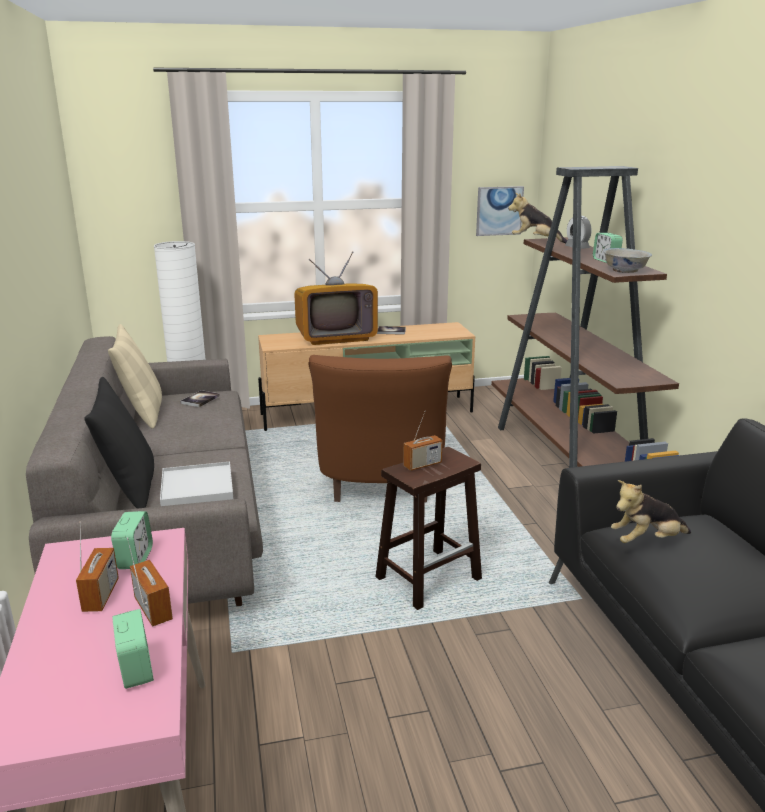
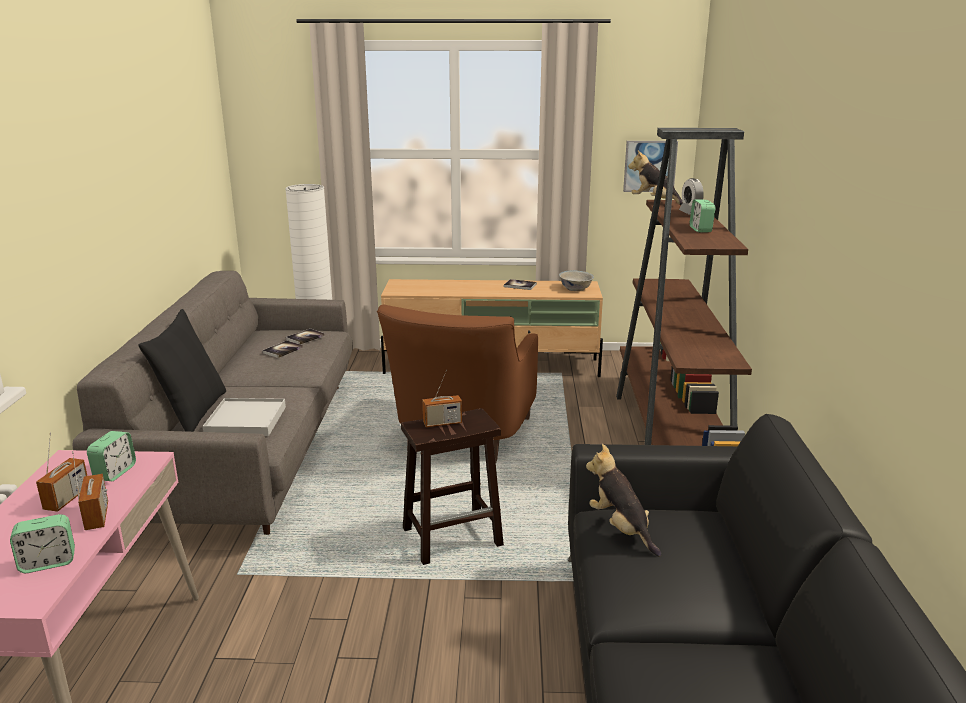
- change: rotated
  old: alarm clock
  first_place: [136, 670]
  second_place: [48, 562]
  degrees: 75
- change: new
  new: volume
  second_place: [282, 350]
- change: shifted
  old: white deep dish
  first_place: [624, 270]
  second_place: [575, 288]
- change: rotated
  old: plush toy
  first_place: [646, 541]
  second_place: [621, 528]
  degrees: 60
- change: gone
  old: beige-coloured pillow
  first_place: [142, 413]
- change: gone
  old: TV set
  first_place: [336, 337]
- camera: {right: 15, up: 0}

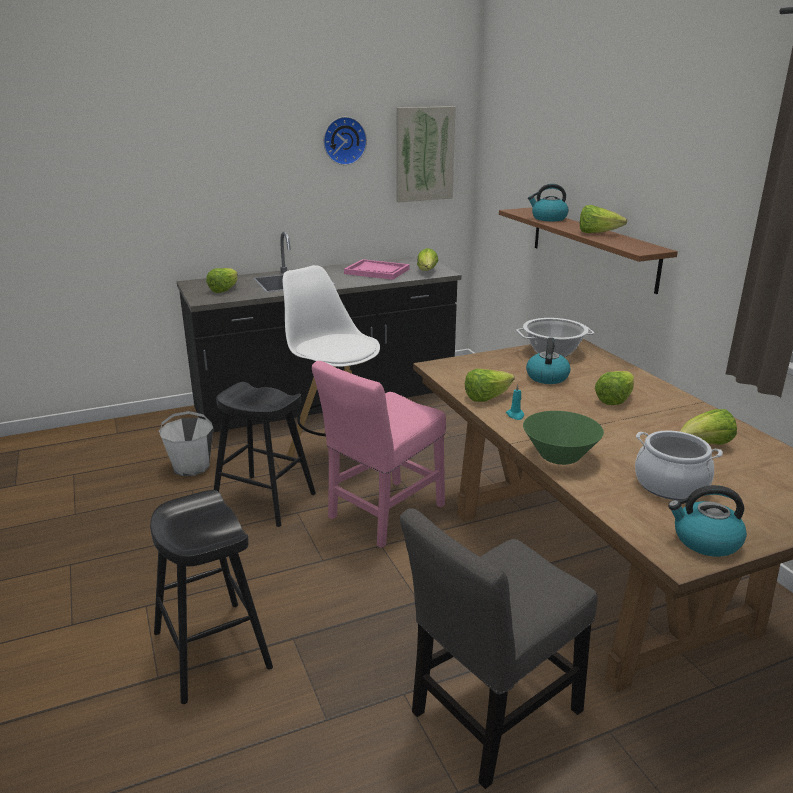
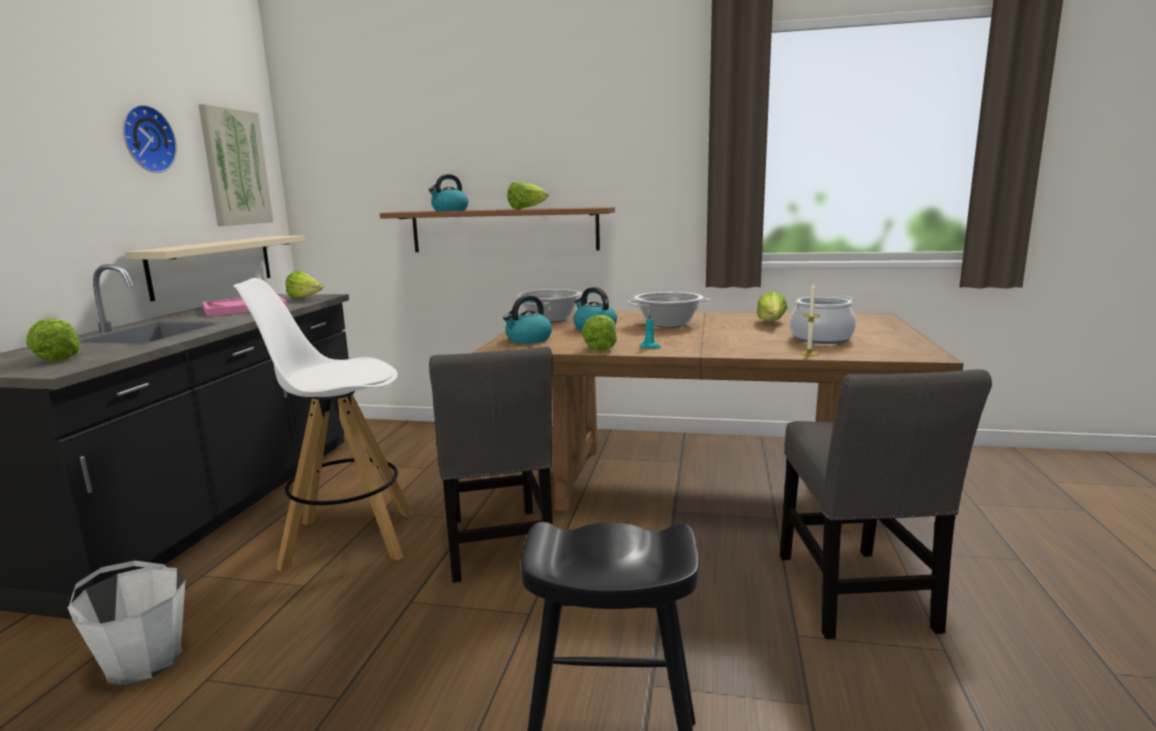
- change: new
  new: beige-coloured wall shelf
  second_place: [213, 265]
- change: repainted
  old: pinkish upright chair
  new: grey upright chair
  first_place: [383, 514]
  second_place: [498, 547]
- change: shifted
  old: tea kettle
  first_place: [705, 541]
  second_place: [528, 339]
- change: swapped
  old: lettuce head
  new: stockpot
  first_place: [614, 399]
  second_place: [667, 324]
- change: new
  new: candle
  second_place: [809, 353]
- change: gone
  old: black-coloured sitting stool
  first_place: [264, 500]
- change: gone
  old: green-coloured deep dish
  first_place: [559, 457]
- camera: {right: -55, up: -10}

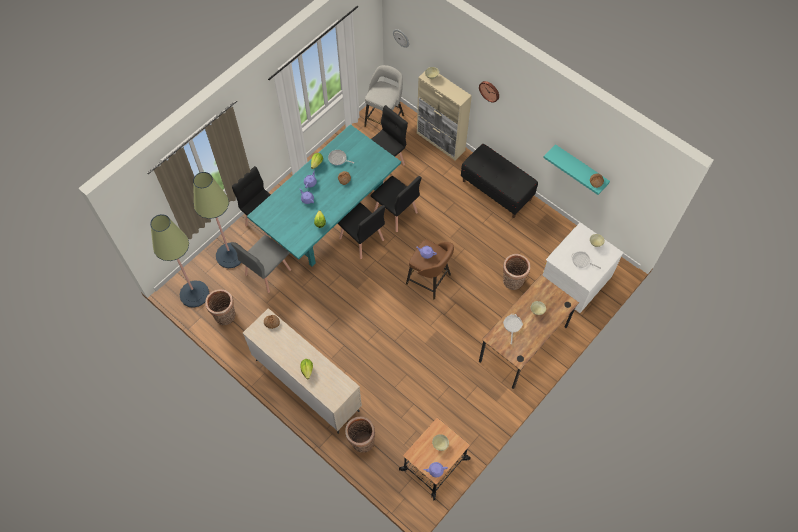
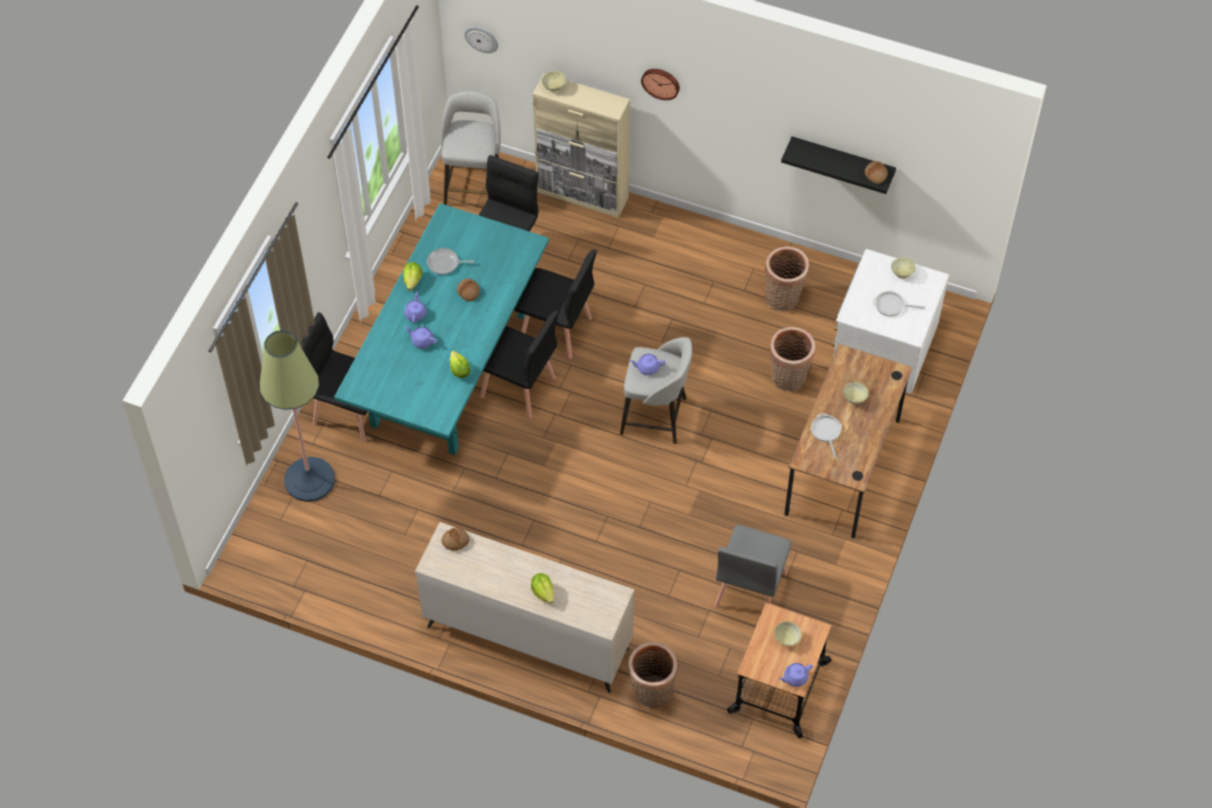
- change: repainted
  old: brownish sitting stool
  new: grey sitting stool
  first_place: [429, 280]
  second_place: [655, 416]
- change: shifted
  old: grey upright chair
  first_place: [267, 272]
  second_place: [749, 590]
- change: shifted
  old: storage basket
  first_place: [225, 317]
  second_place: [783, 299]
- change: repainted
  old: turquoise-coloured wall shelf
  new: black-coloured wall shelf
  first_place: [580, 167]
  second_place: [842, 161]
- change: gone
  old: standing lamp
  first_place: [194, 294]
- change: gone
  old: black-coloured bench
  first_place: [497, 190]
- camera: {right: -20, up: -5}

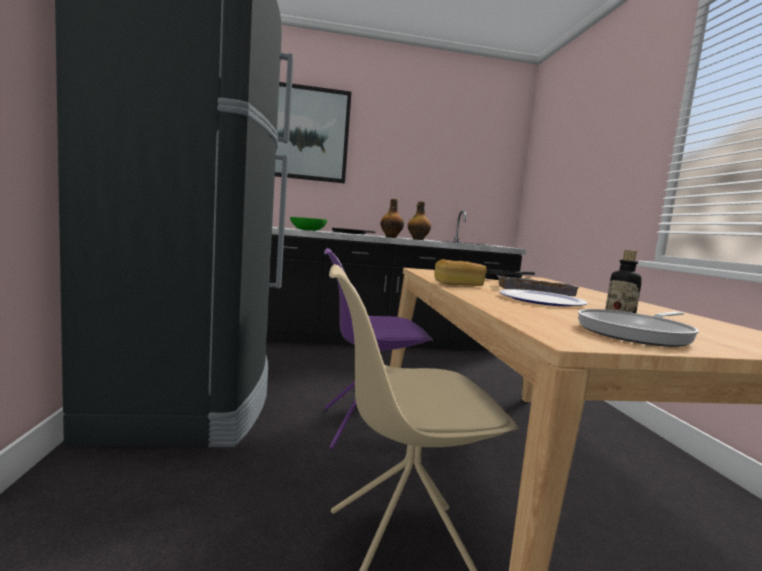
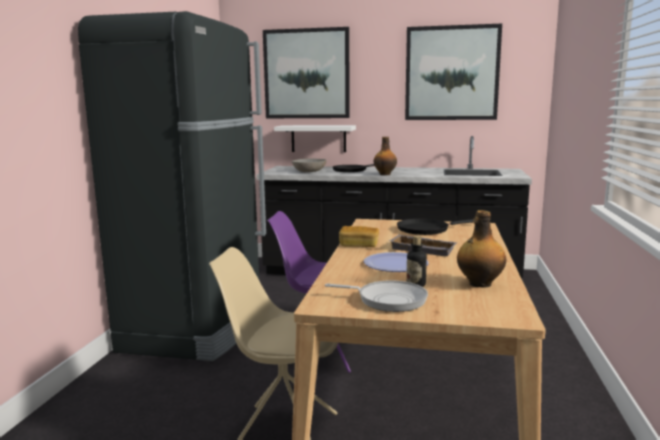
- change: new
  new: white wall shelf
  second_place: [318, 138]
- change: repainted
  old: green-coloured deep dish
  new: grey deep dish
  first_place: [308, 230]
  second_place: [309, 171]
- change: rotated
  old: frying pan
  first_place: [636, 333]
  second_place: [388, 300]
  degrees: -150
- change: new
  new: wall picture
  second_place: [451, 73]
- change: shifted
  old: beverage bottle
  first_place: [417, 239]
  second_place: [479, 284]
- camera: {right: 20, up: 5}

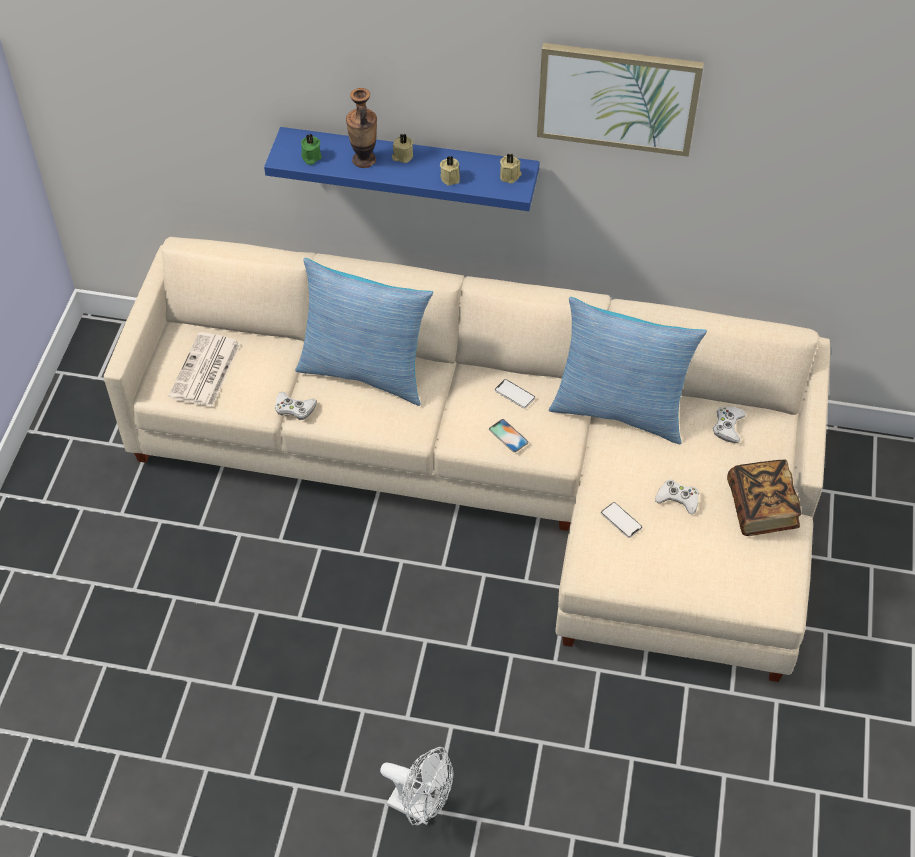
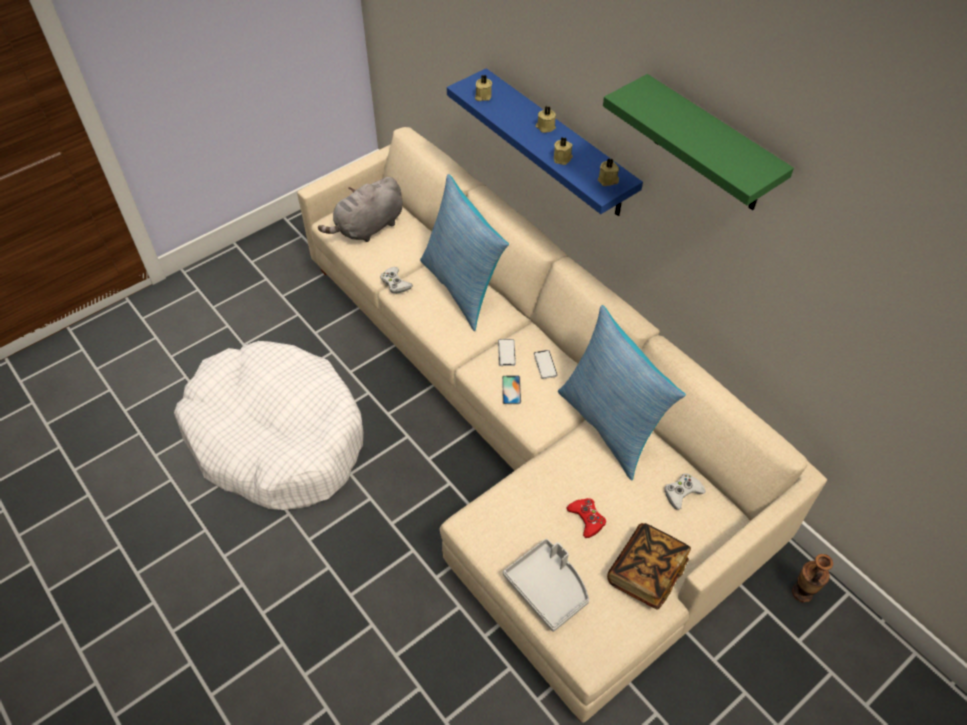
- change: new
  new: white dog cushion
  second_place: [277, 437]
- change: swapped
  old: daily paper
  new: grey plush toy
  first_place: [205, 371]
  second_place: [368, 228]
- change: repainted
  old: green-coloured candle
  new: beige-coloured candle
  first_place: [311, 157]
  second_place: [482, 96]
- change: shifted
  old: handset
  first_place: [621, 520]
  second_place: [506, 353]
- change: new
  new: grey tray
  second_place: [548, 588]
- change: repainted
  old: white game controller
  new: red game controller
  first_place: [678, 499]
  second_place: [587, 518]
- change: swapped
  old: wall picture
  new: green-coloured wall shelf
  first_place: [618, 98]
  second_place: [709, 147]
- change: shifted
  old: vase
  first_place: [364, 160]
  second_place: [802, 592]
- change: gone
  old: white cooling fan
  first_place: [420, 807]
- camera: {right: 40, up: 0}

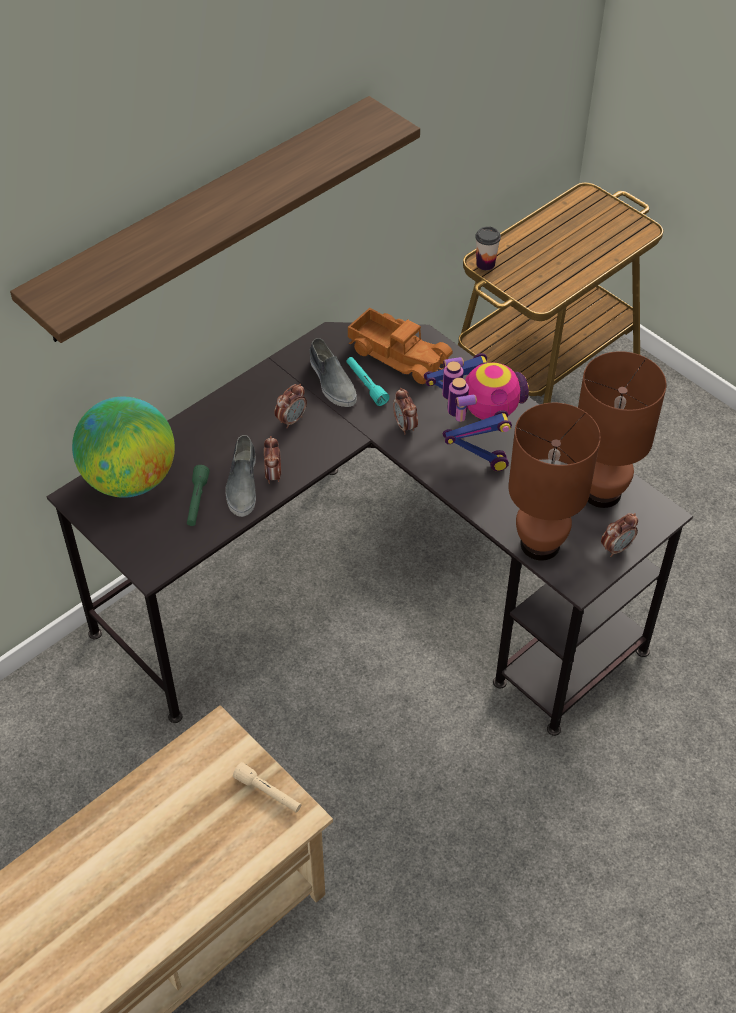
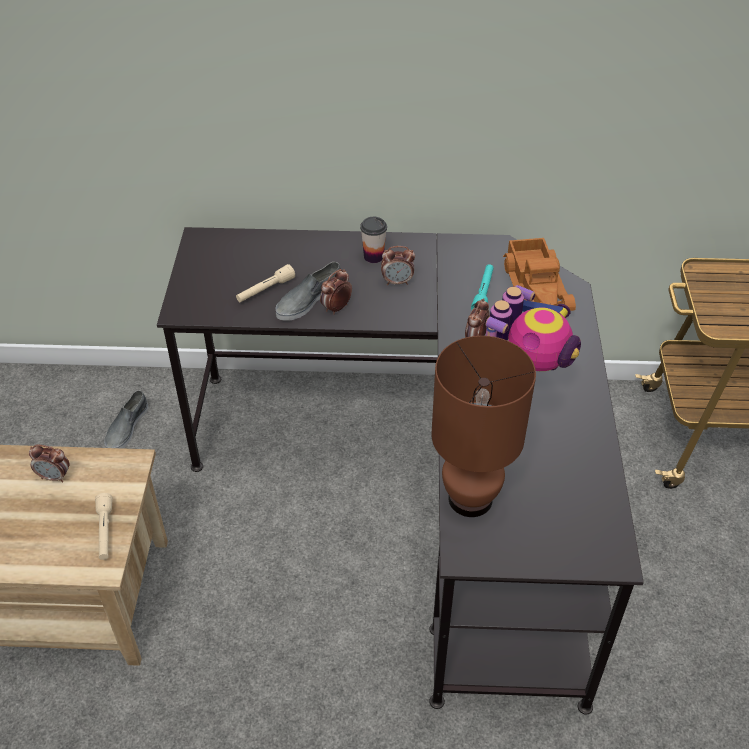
- change: shifted
  old: alarm clock
  first_place: [616, 548]
  second_place: [55, 477]
- change: shifted
  old: grey item of footwear
  first_place: [331, 381]
  second_place: [126, 427]
- change: repainted
  old: green-coloured torch
  new: beige-coloured torch
  first_place: [197, 501]
  second_place: [265, 290]
- change: shifted
  old: small cup
  first_place: [485, 264]
  second_place: [373, 257]
- change: gone
  old: wall shelf
  first_place: [205, 219]
- change: gone
  old: globe
  first_place: [130, 479]
- change: gone
  old: brownish lamp for a table
  first_place: [601, 492]
- camera: {right: 45, up: -5}

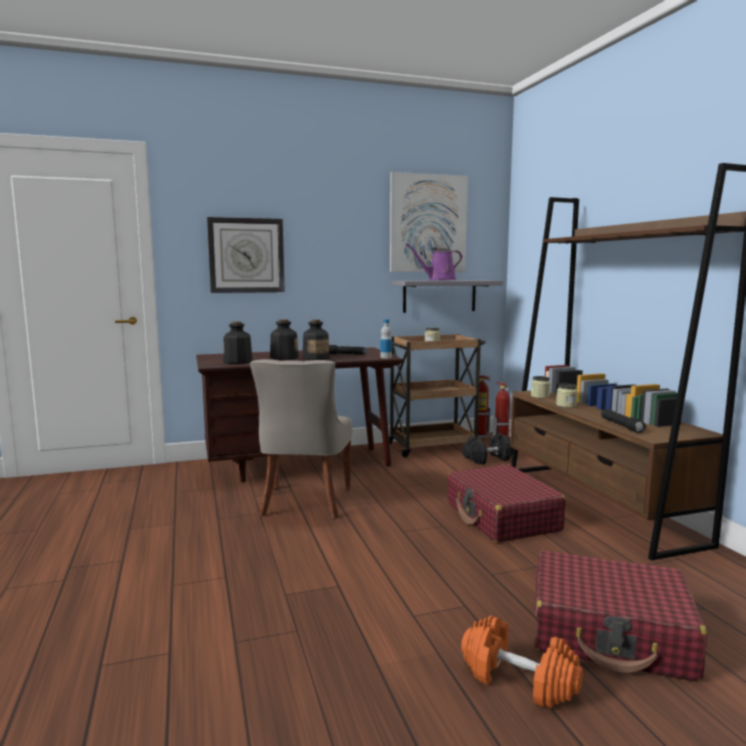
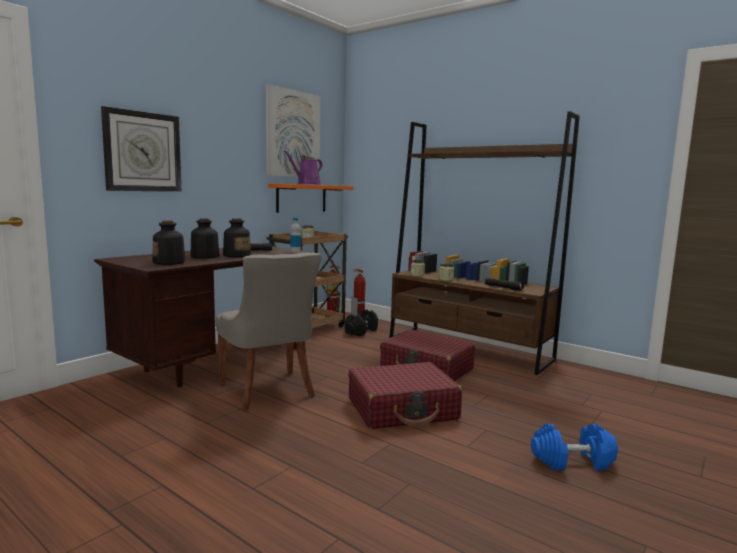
- change: repainted
  old: grey wall shelf
  new: orangey wall shelf
  first_place: [439, 296]
  second_place: [301, 198]
- change: shifted
  old: red travel case
  first_place: [610, 633]
  second_place: [402, 409]
- change: repainted
  old: orangey dumbbell
  new: bluish dumbbell
  first_place: [518, 680]
  second_place: [572, 461]
- camera: {right: -35, up: 0}

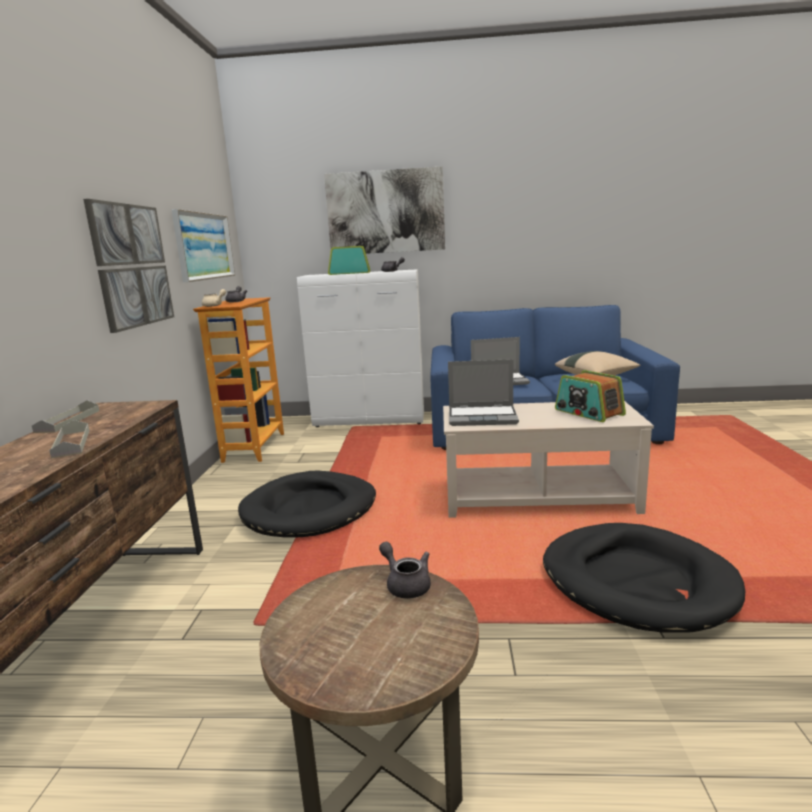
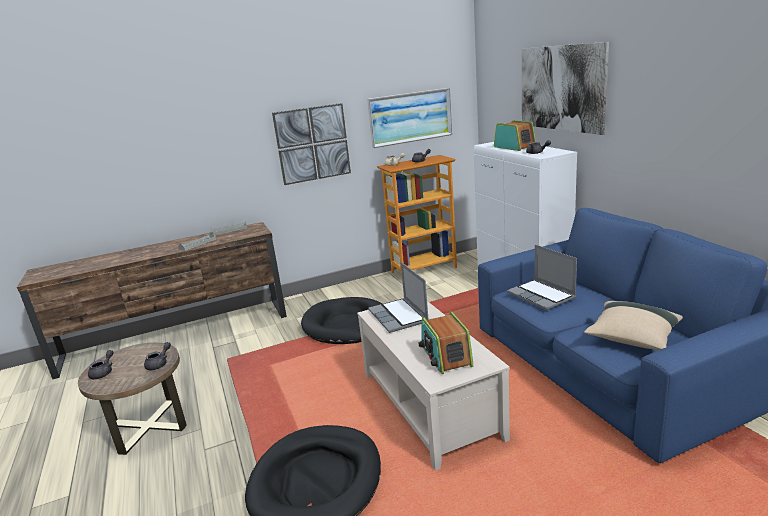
- change: new
  new: grey teapot
  second_place: [104, 372]
- change: rotated
  old: radio
  first_place: [588, 412]
  second_place: [445, 356]
  degrees: -45
- camera: {right: 65, up: 5}

